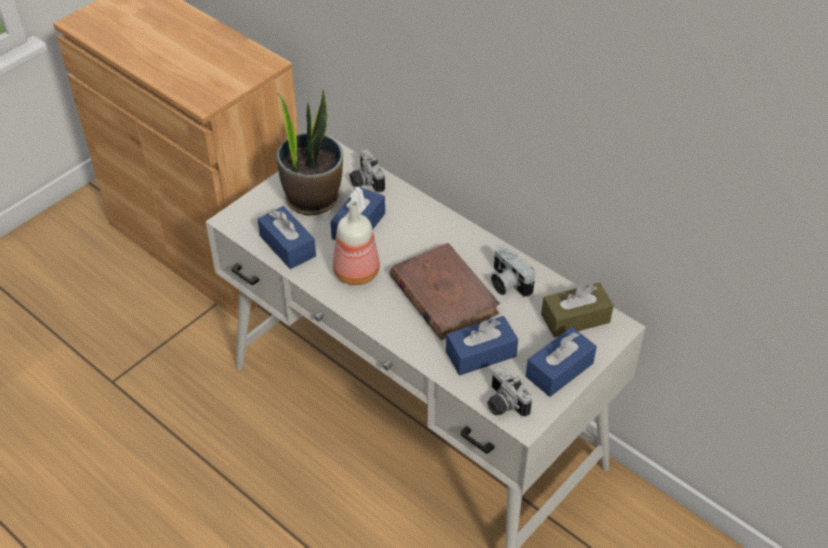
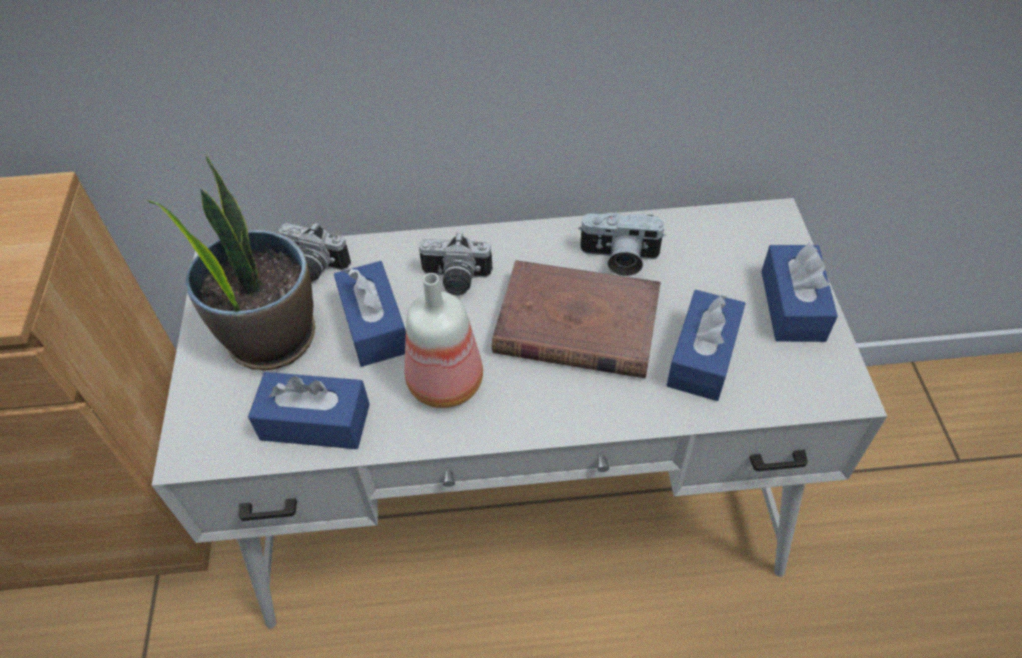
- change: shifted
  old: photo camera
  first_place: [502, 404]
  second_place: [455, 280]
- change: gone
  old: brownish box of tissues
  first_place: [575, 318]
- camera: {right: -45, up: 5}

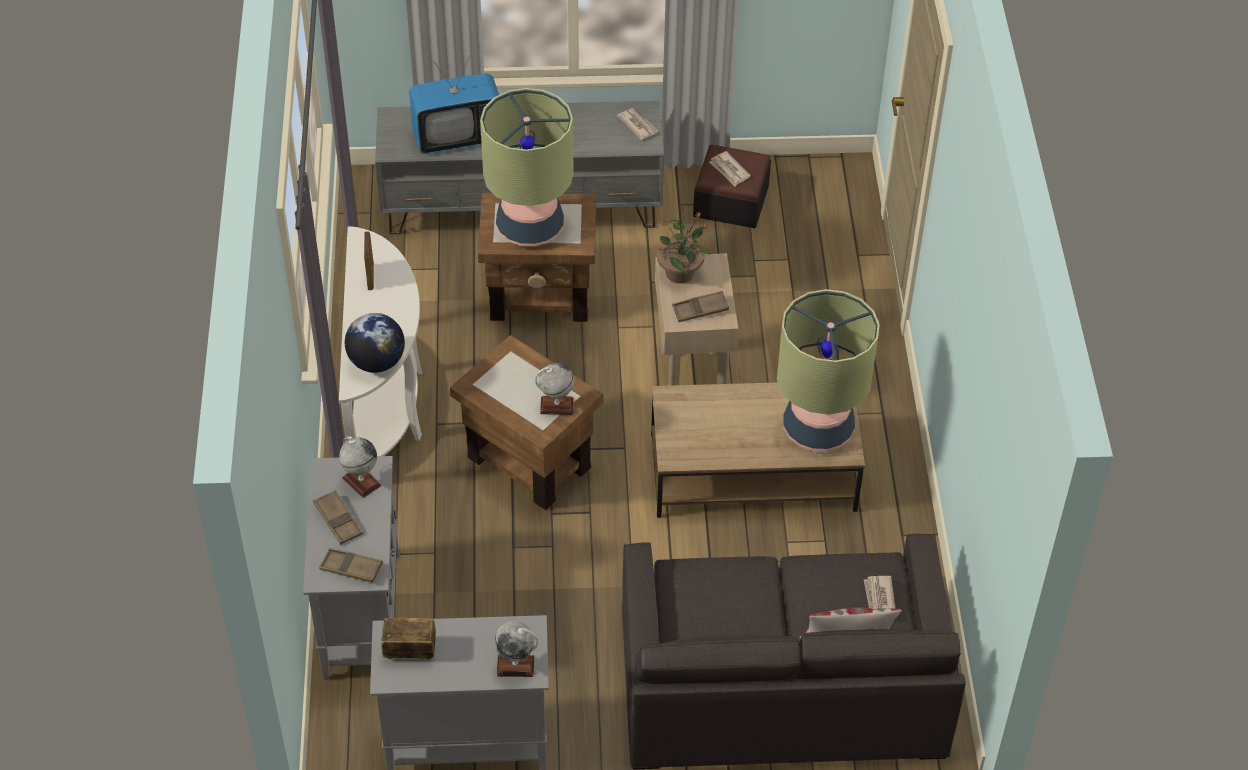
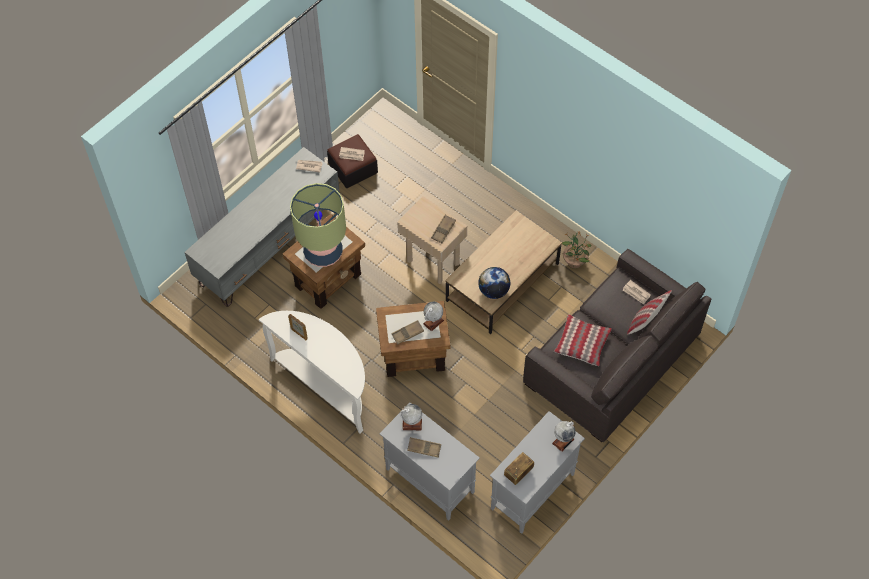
- change: shifted
  old: brownish tray
  first_place: [351, 568]
  second_place: [407, 333]
- change: shifted
  old: globe
  first_place: [376, 362]
  second_place: [493, 291]
- change: new
  new: pillow
  second_place: [582, 343]
- change: shifted
  old: plant in a pot
  first_place: [680, 272]
  second_place: [574, 261]
- change: gone
  old: TV set
  first_place: [457, 138]
- change: gone
  old: lamp for a table
  first_place: [818, 428]
- camera: {right: -45, up: 10}

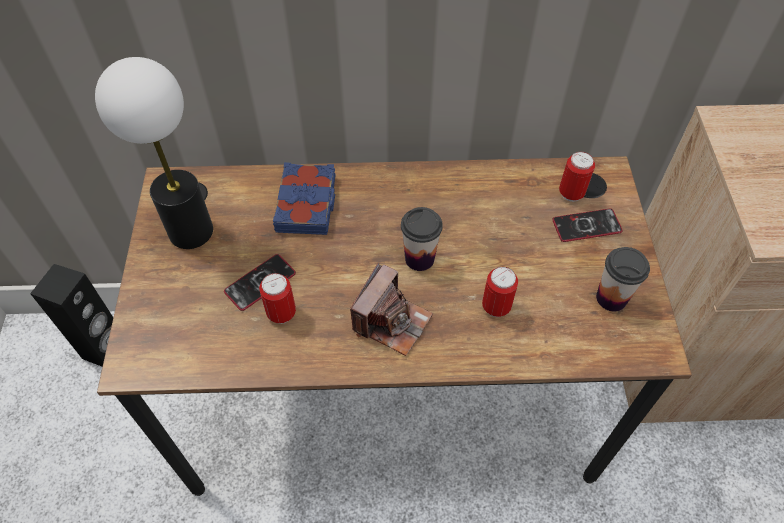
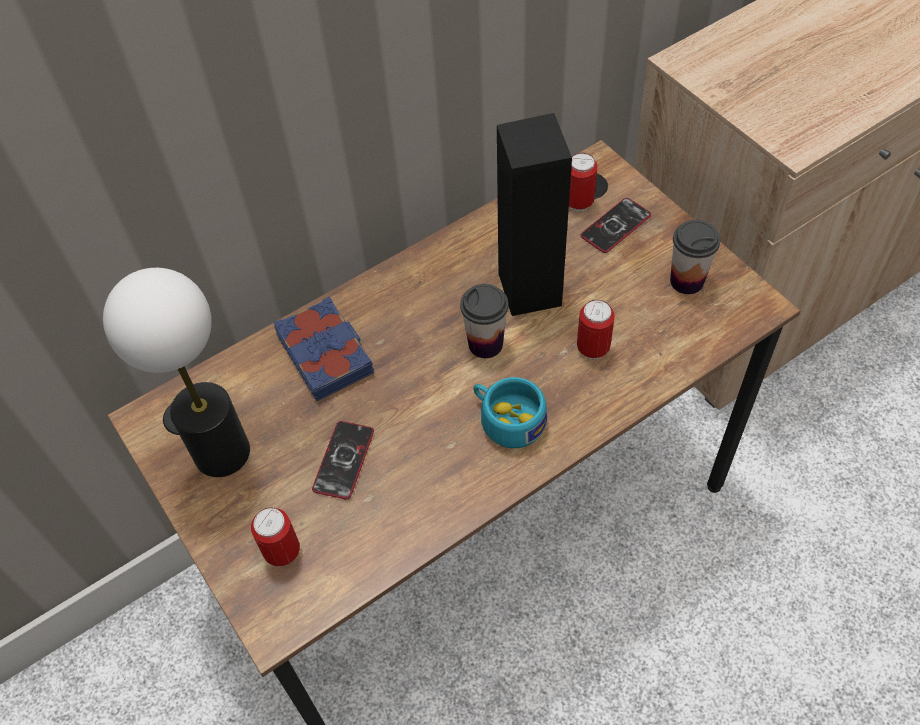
- change: shifted
  old: metal can
  first_place: [281, 313]
  second_place: [282, 552]
- change: swapped
  old: photo camera
  new: turquoise-coloured small cup
  first_place: [391, 321]
  second_place: [507, 419]
- change: shifted
  old: black-coloured speaker
  first_place: [106, 350]
  second_place: [530, 289]
- camera: {right: -30, up: 0}

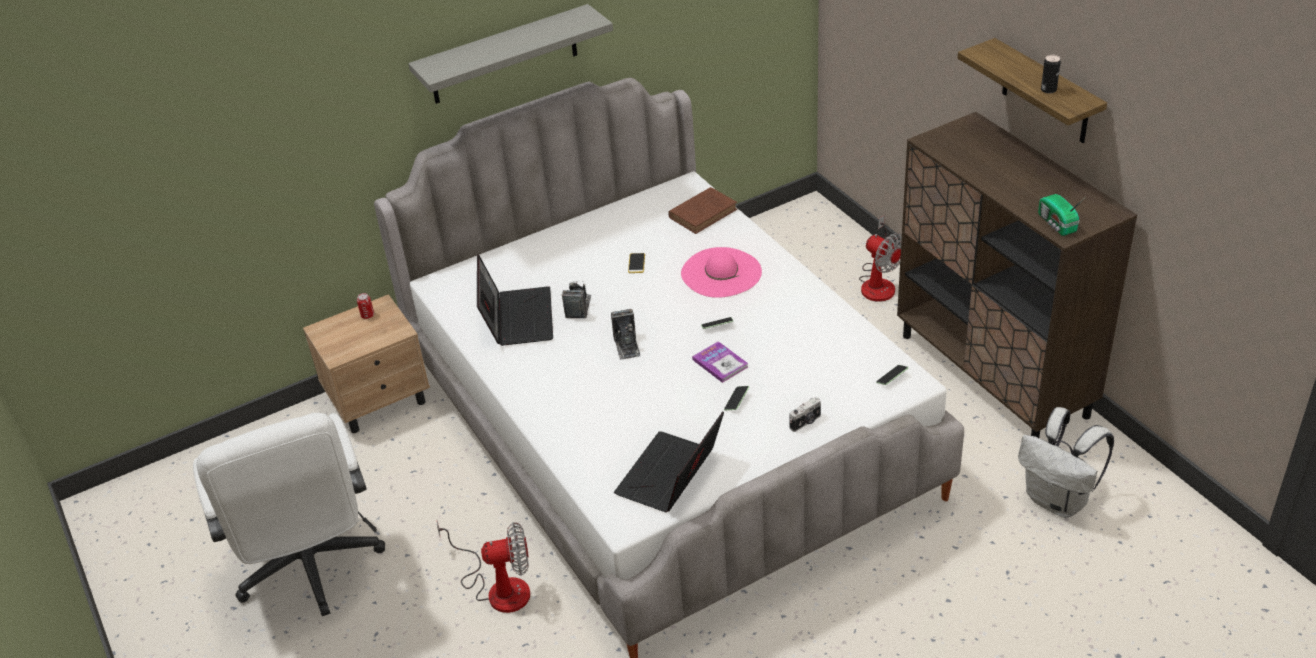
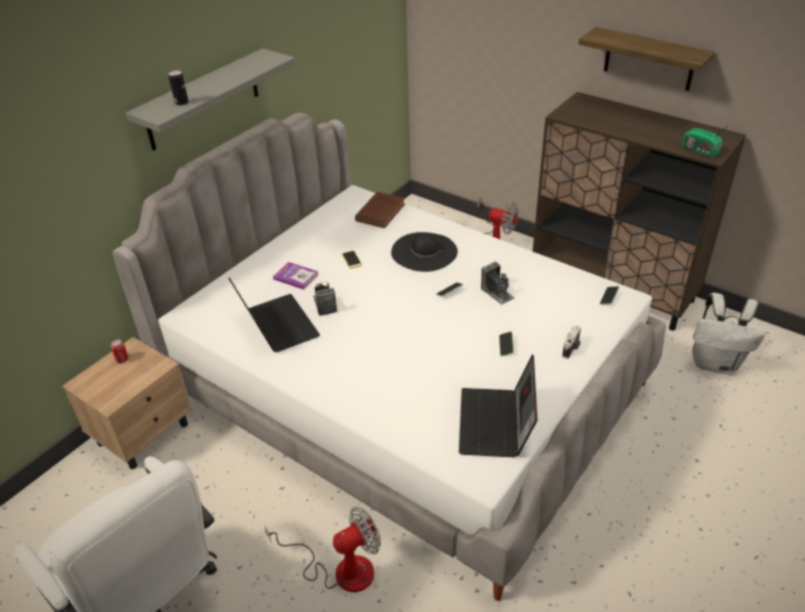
- change: shifted
  old: metal can
  first_place: [1048, 90]
  second_place: [181, 102]
- change: shifted
  old: volume
  first_place: [720, 363]
  second_place: [296, 276]
- change: repainted
  old: pinkish clothing hat
  new: black-coloured clothing hat
  first_place: [721, 272]
  second_place: [424, 252]
- change: shifted
  old: photo camera
  first_place: [627, 346]
  second_place: [497, 293]
- camera: {right: -25, up: 0}

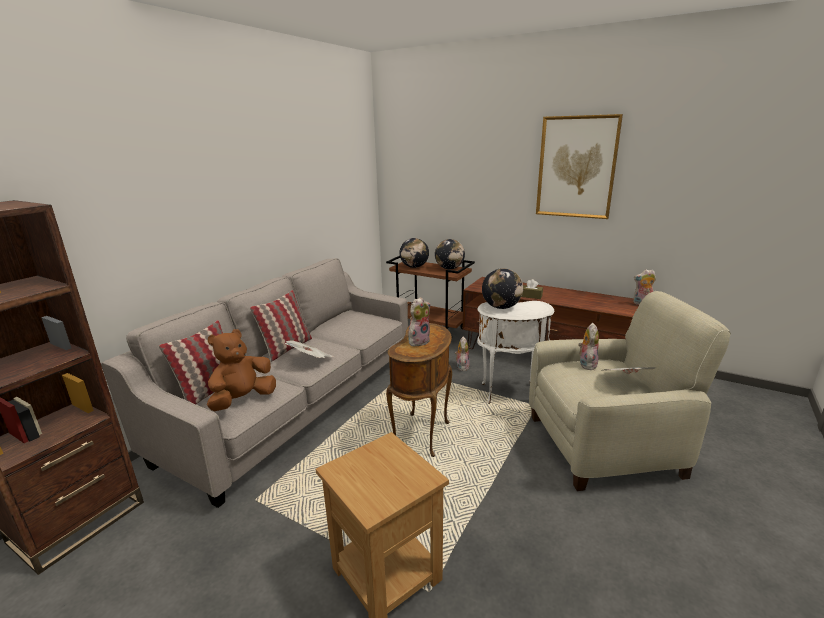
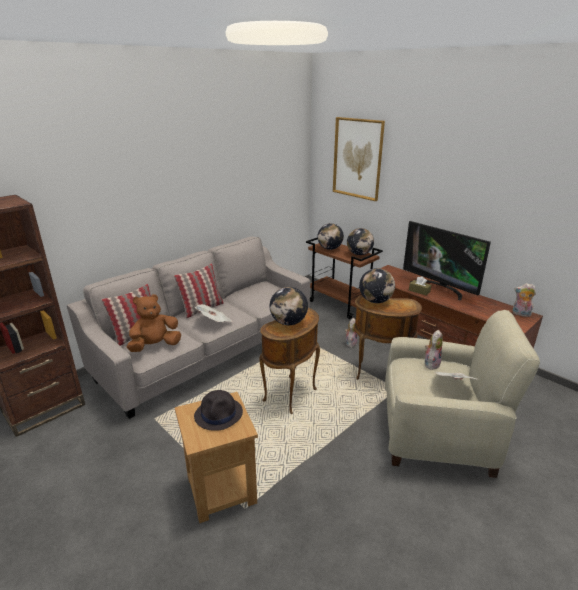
- change: new
  new: black-coloured clothing hat
  second_place: [219, 414]
- change: swapped
  old: plush toy
  new: globe
  first_place: [419, 341]
  second_place: [288, 322]
- change: shifted
  old: wall picture
  first_place: [576, 167]
  second_place: [357, 158]
- change: repainted
  old: white end table
  new: brownish end table
  first_place: [510, 394]
  second_place: [379, 374]
- change: new
  new: TV set
  second_place: [439, 287]
- camera: {right: 15, up: 5}

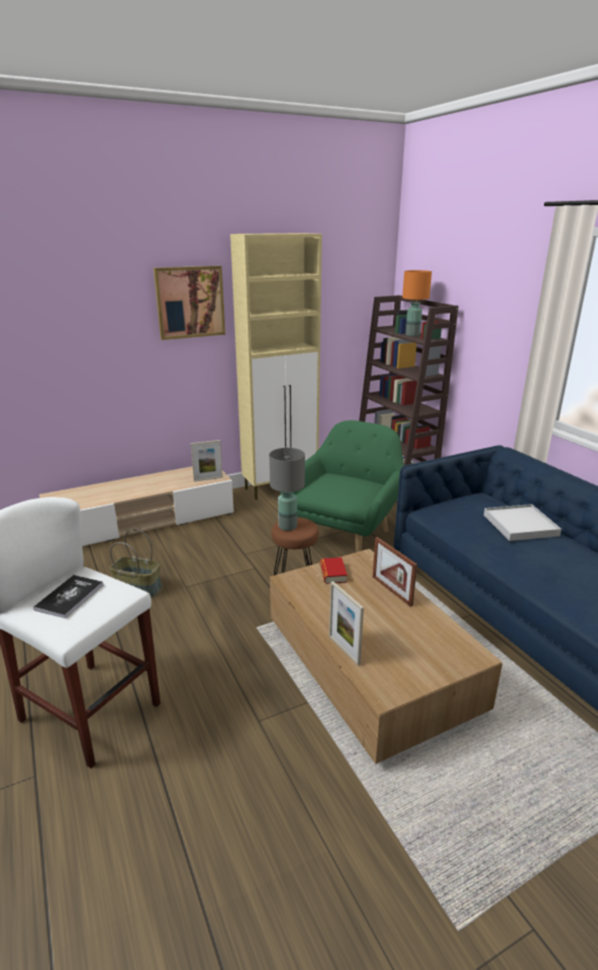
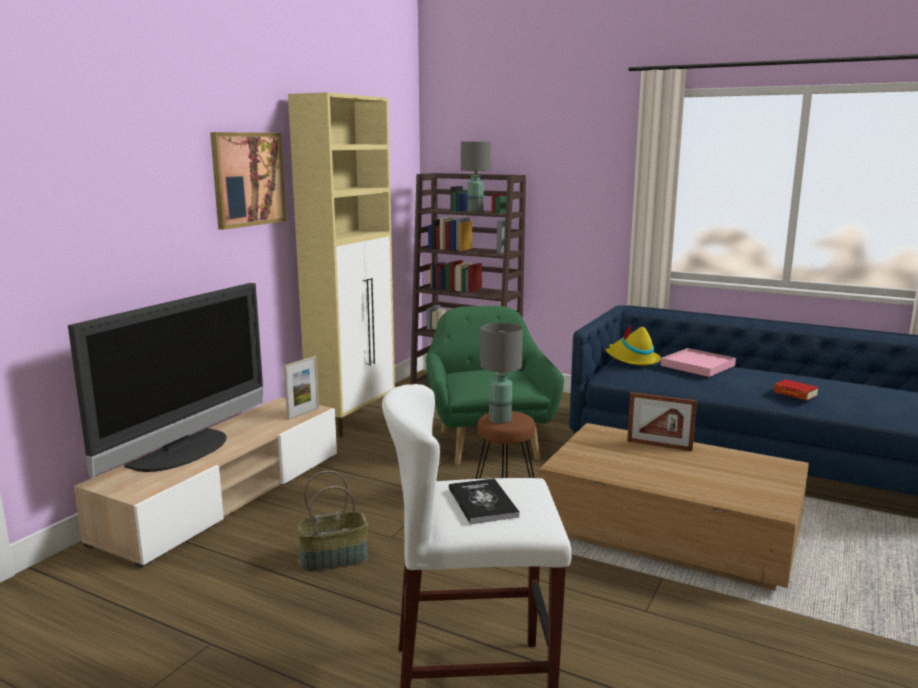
- change: new
  new: TV set
  second_place: [184, 452]
- change: repainted
  old: orangey lamp for a table
  new: grey lamp for a table
  first_place: [412, 335]
  second_place: [475, 211]
- change: new
  new: yellow clothing hat
  second_place: [631, 359]
- change: repainted
  old: white tray
  new: pinkish tray
  first_place: [520, 525]
  second_place: [698, 365]
- change: shifted
  old: volume
  first_place: [333, 573]
  second_place: [795, 394]
- change: gone
  old: standing frame
  first_place: [344, 650]
- camera: {right: -35, up: -10}

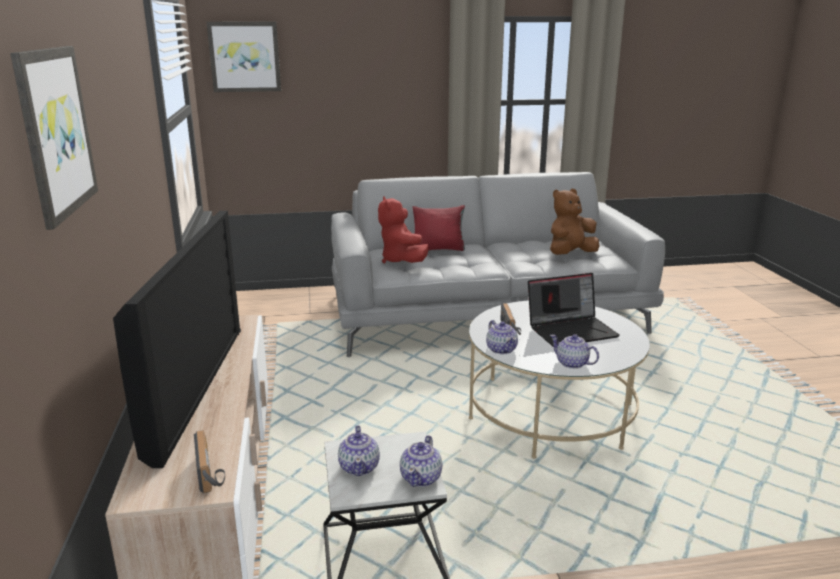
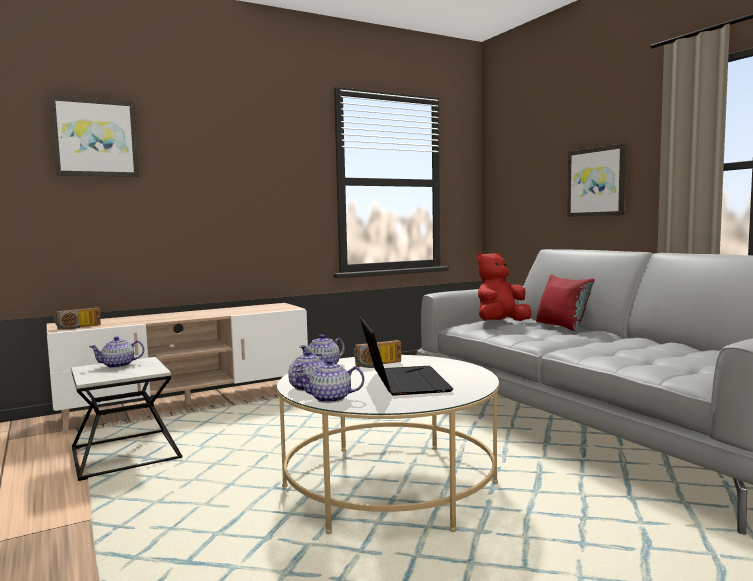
- change: shifted
  old: teapot
  first_place: [421, 478]
  second_place: [331, 399]
- change: rotated
  old: portable computer
  first_place: [572, 330]
  second_place: [402, 382]
  degrees: -150
- change: shifted
  old: wall picture
  first_place: [244, 57]
  second_place: [596, 182]
- change: gone
  old: TV set
  first_place: [192, 386]
- change: gone
  old: brownish plush toy
  first_place: [570, 254]
- camera: {right: 70, up: -15}

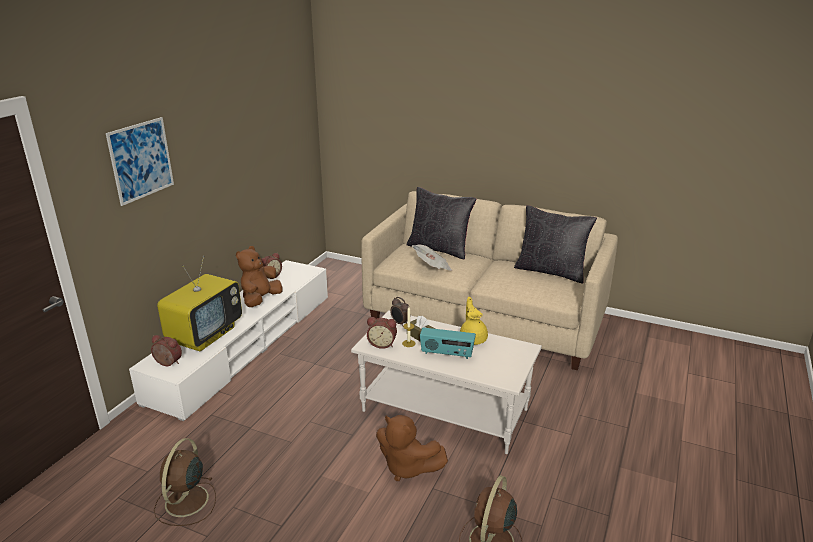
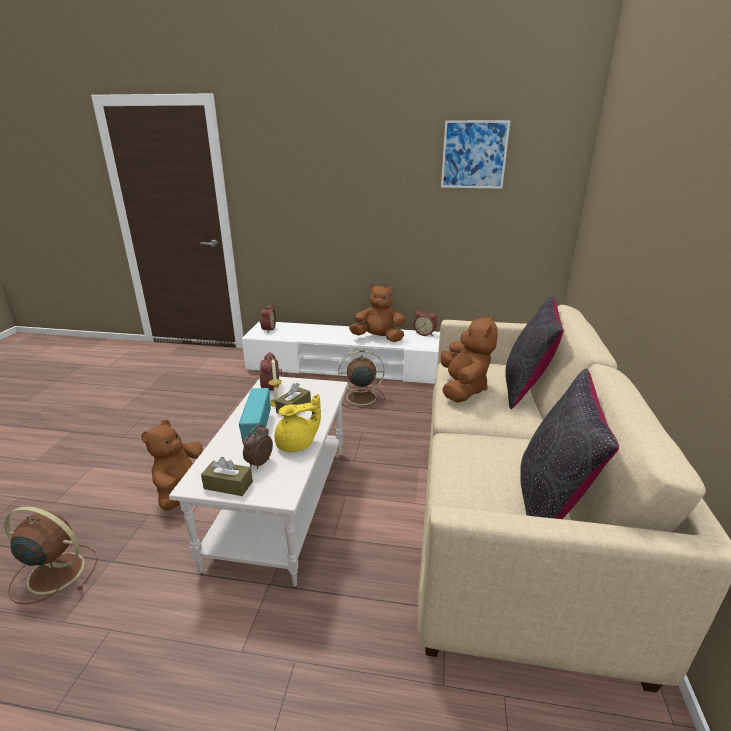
- change: new
  new: brownish box of tissues
  second_place: [228, 485]
- change: shifted
  old: alarm clock
  first_place: [400, 323]
  second_place: [259, 463]
- change: shifted
  old: brownish cooling fan
  first_place: [186, 502]
  second_place: [360, 397]
- change: shifted
  old: wall picture
  first_place: [141, 160]
  second_place: [474, 155]
- change: swapped
  old: daily paper
  new: brownish plush toy
  first_place: [432, 267]
  second_place: [463, 389]
- change: gone
  old: TV set
  first_place: [205, 335]
- camera: {right: 75, up: 0}

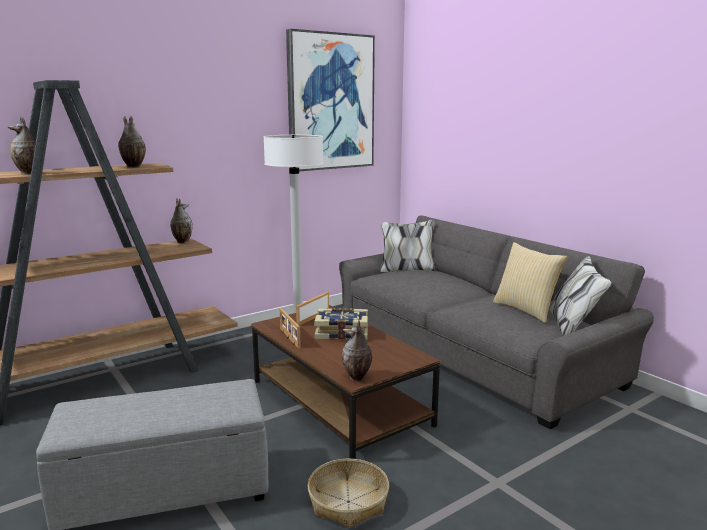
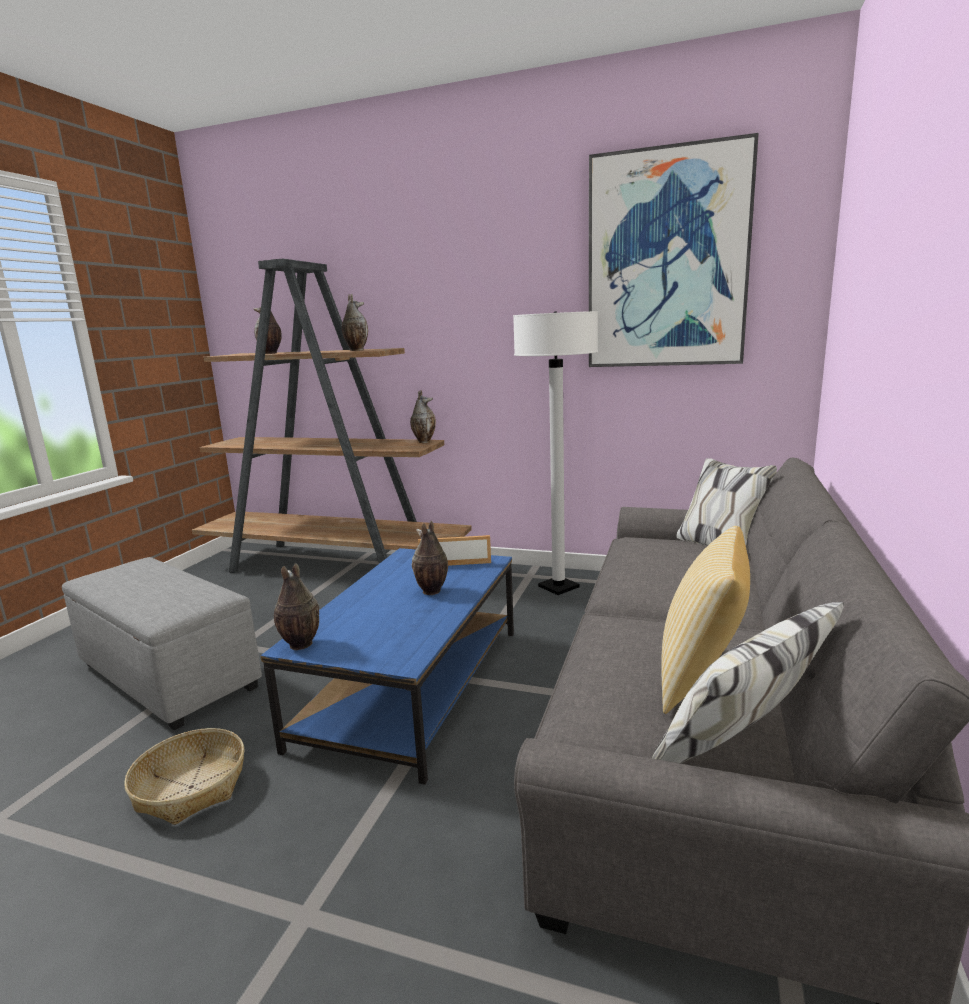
- change: repainted
  old: brownish coffee table
  new: bluish coffee table
  first_place: [340, 402]
  second_place: [413, 686]
- change: swapped
  old: volume
  new: vase
  first_place: [342, 332]
  second_place: [431, 591]
- change: gone
  old: standing frame
  first_place: [289, 338]
- camera: {right: 55, up: 0}

